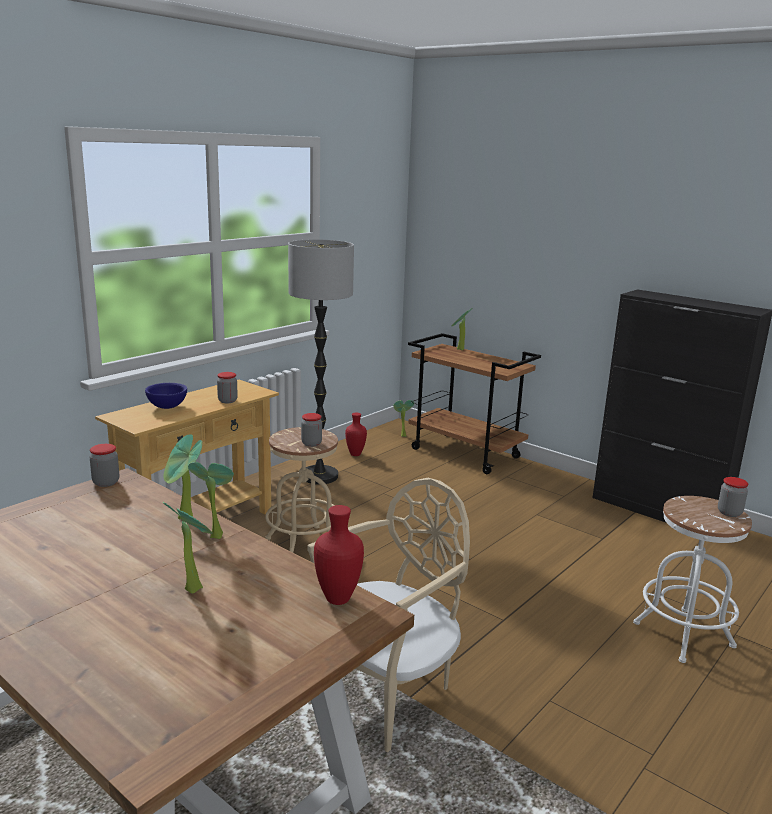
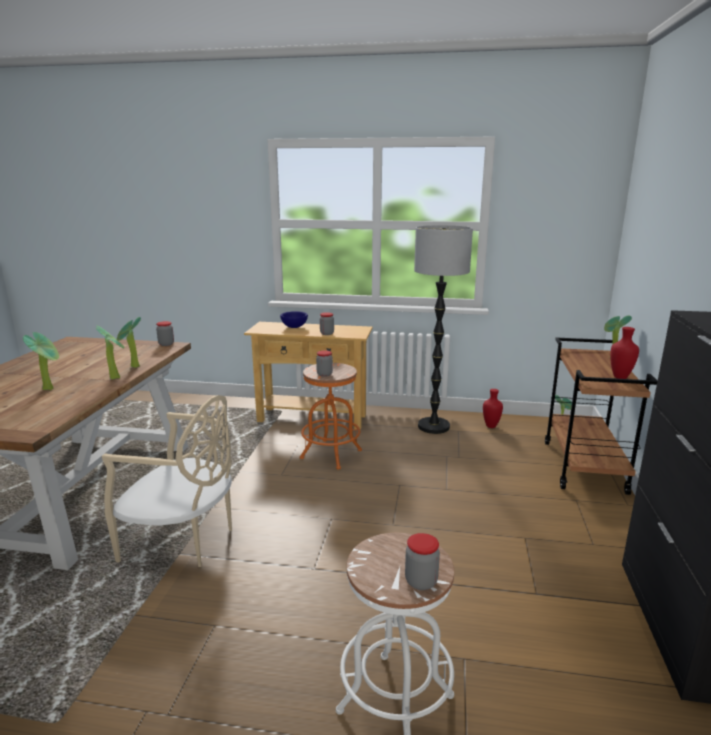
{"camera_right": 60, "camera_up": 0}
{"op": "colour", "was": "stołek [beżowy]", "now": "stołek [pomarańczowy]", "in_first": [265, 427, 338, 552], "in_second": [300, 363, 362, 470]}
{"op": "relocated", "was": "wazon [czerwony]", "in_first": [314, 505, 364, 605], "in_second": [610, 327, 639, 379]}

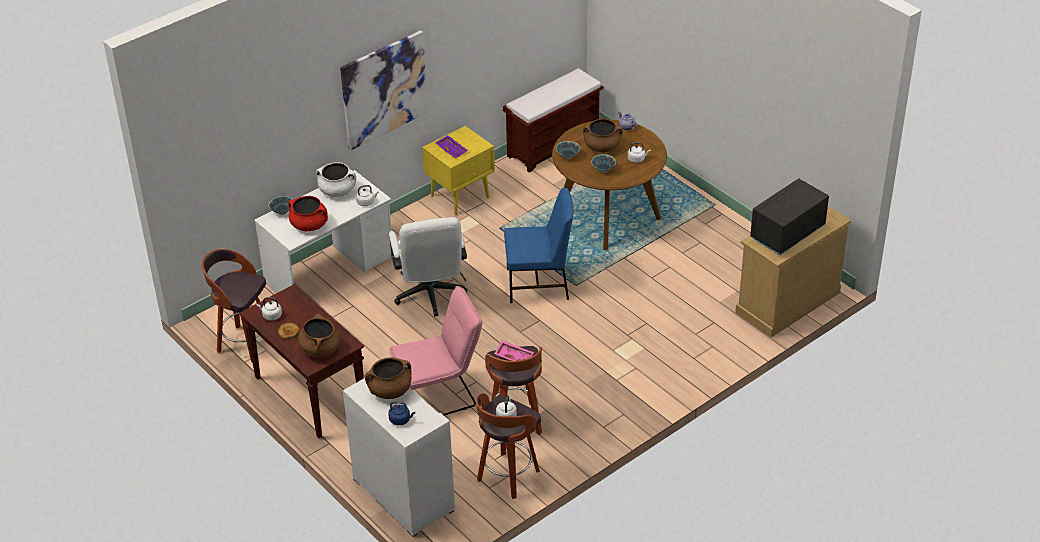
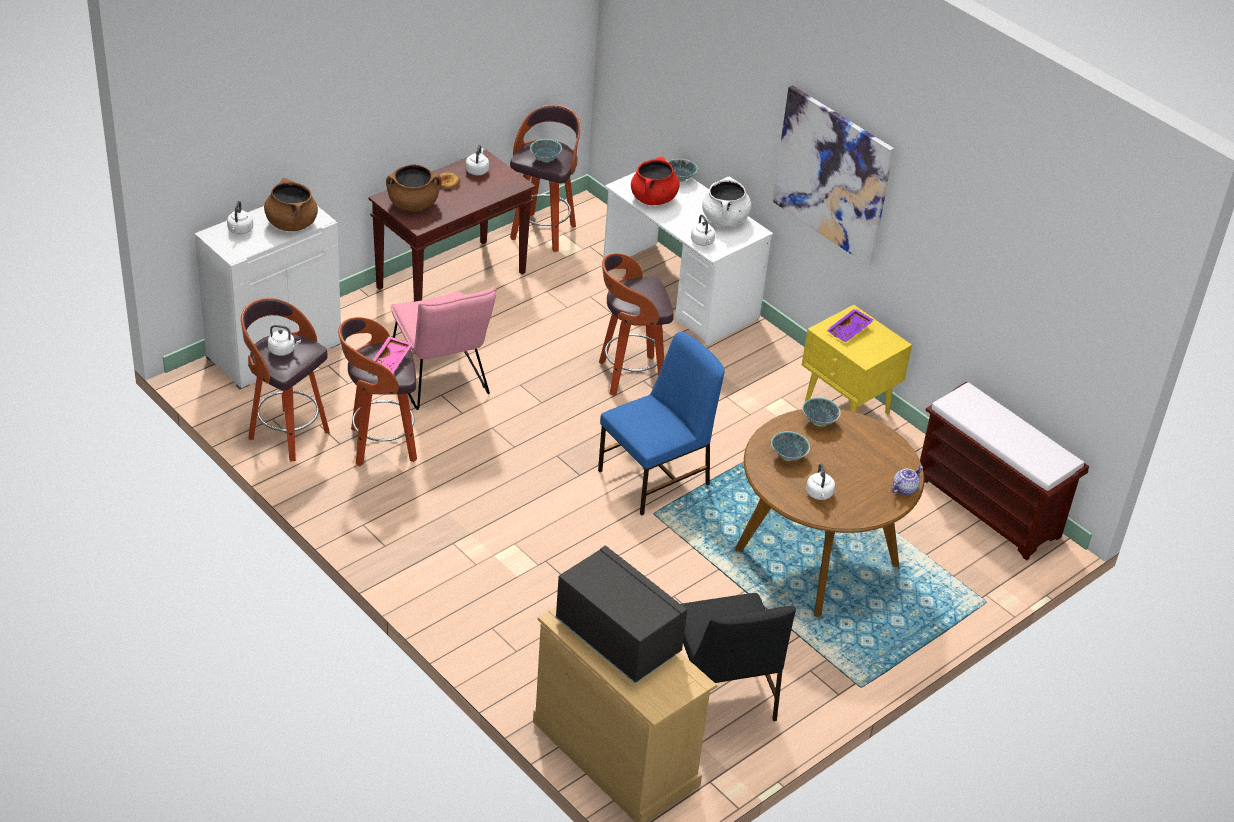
{"camera_right": 85, "camera_up": 0}
{"op": "colour", "was": "czajnik [niebieski]", "now": "czajnik [biały]", "in_first": [388, 402, 415, 425], "in_second": [227, 201, 253, 235]}
{"op": "appeared", "now": "miska", "in_second": [530, 139, 562, 163]}
{"op": "spun", "was": "krzesło [niebieski]", "in_first": [504, 188, 573, 303], "in_second": [598, 332, 724, 515], "clockwise": -120}
{"op": "exchanged", "was": "krzesło biurowe [biały]", "now": "stołek", "in_first": [389, 217, 467, 317], "in_second": [599, 253, 674, 396]}
{"op": "appeared", "now": "krzesło [czarny]", "in_second": [681, 593, 796, 721]}
{"op": "missing", "was": "garnek [brązowy]", "in_first": [583, 118, 623, 152]}

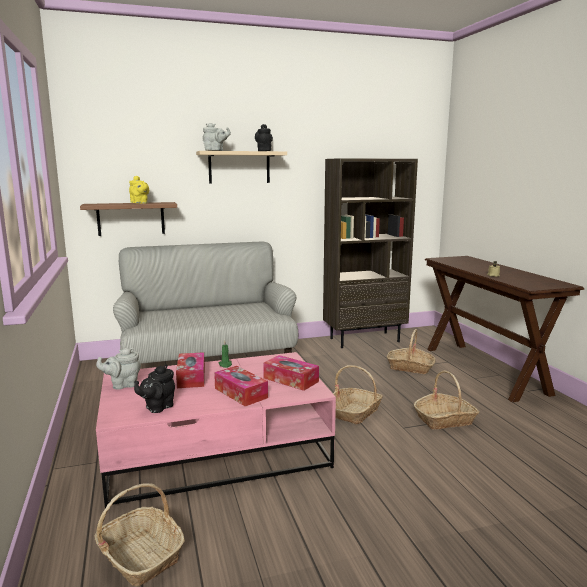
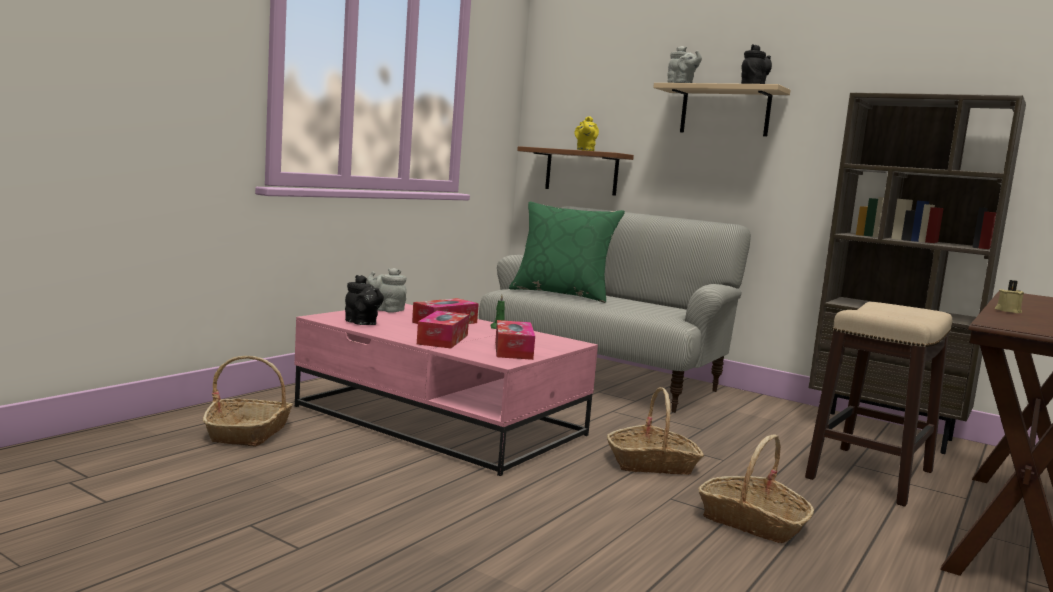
{"camera_right": 50, "camera_up": -5}
{"op": "spun", "was": "imbryk [czarny]", "in_first": [134, 364, 175, 413], "in_second": [345, 275, 384, 325], "clockwise": -135}
{"op": "appeared", "now": "poduszka [zielony]", "in_second": [509, 201, 625, 303]}
{"op": "exchanged", "was": "koszyk", "now": "stołek", "in_first": [387, 329, 435, 374], "in_second": [805, 302, 952, 507]}

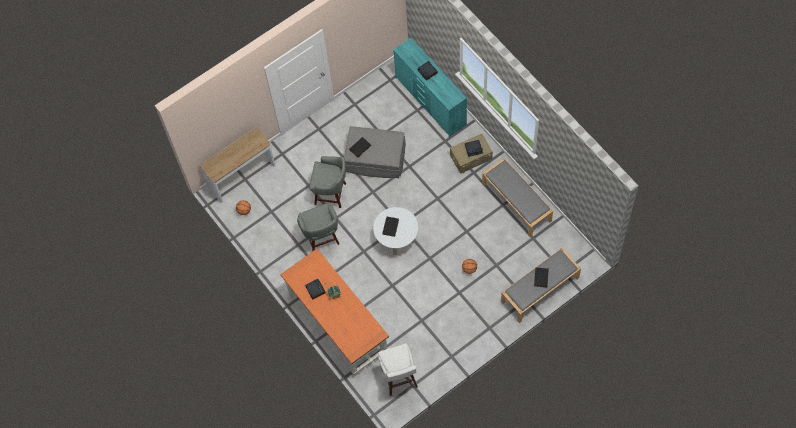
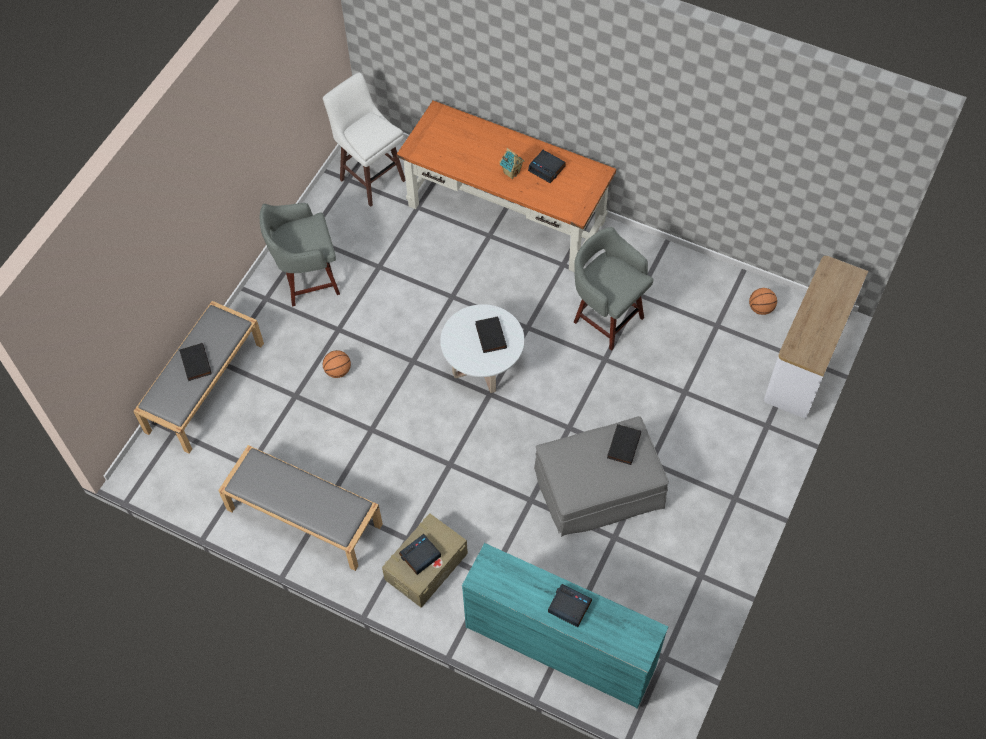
{"camera_right": 150, "camera_up": -5}
{"op": "relocated", "was": "stołek [szary]", "in_first": [309, 156, 346, 208], "in_second": [260, 203, 340, 306]}

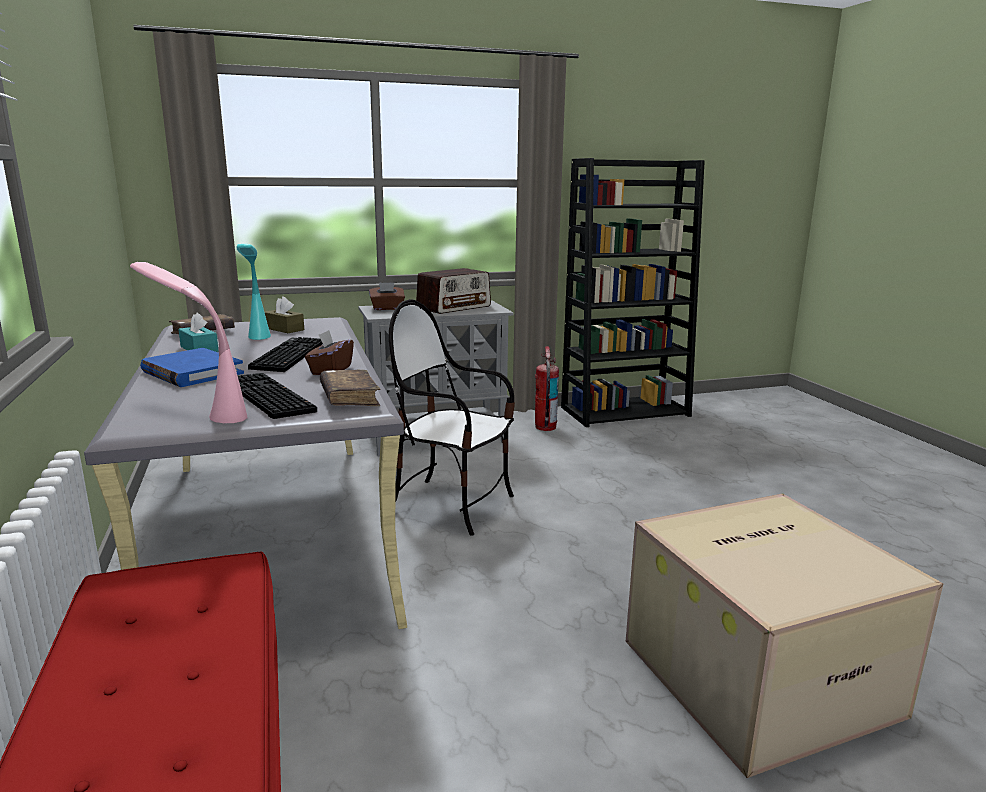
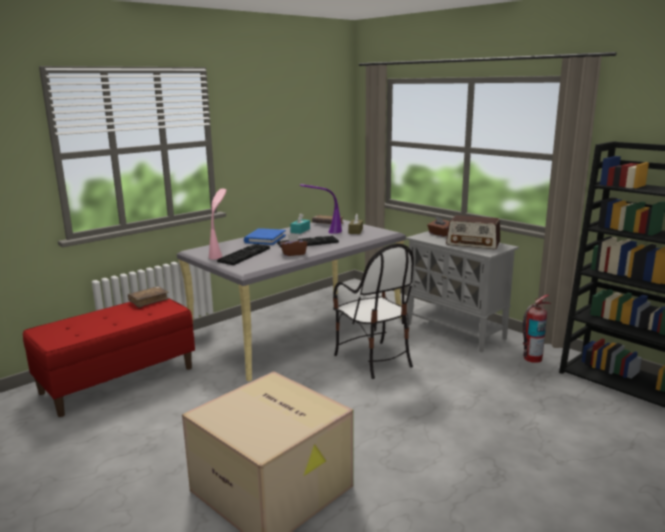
{"camera_right": 65, "camera_up": 0}
{"op": "relocated", "was": "książka [brązowy]", "in_first": [320, 370, 380, 406], "in_second": [128, 286, 169, 308]}
{"op": "colour", "was": "lampa stołowa [turkusowy]", "now": "lampa stołowa [fioletowy]", "in_first": [236, 244, 271, 340], "in_second": [300, 184, 342, 234]}
{"op": "spun", "was": "krzesło", "in_first": [389, 299, 515, 536], "in_second": [333, 244, 414, 379], "clockwise": 150}

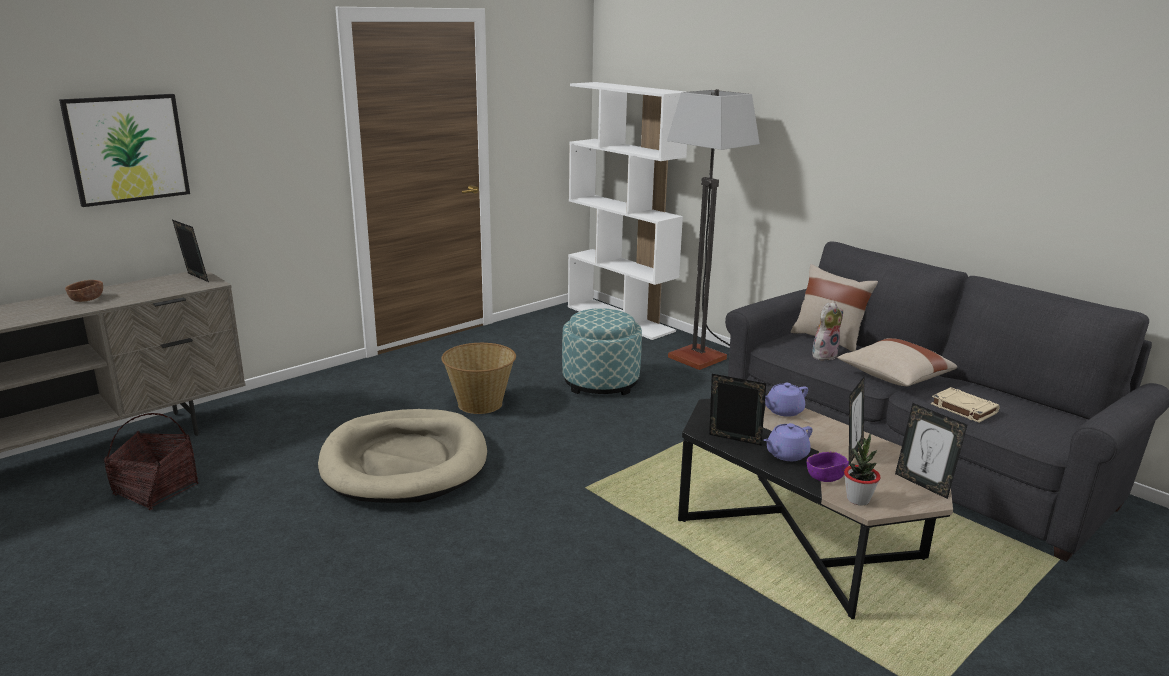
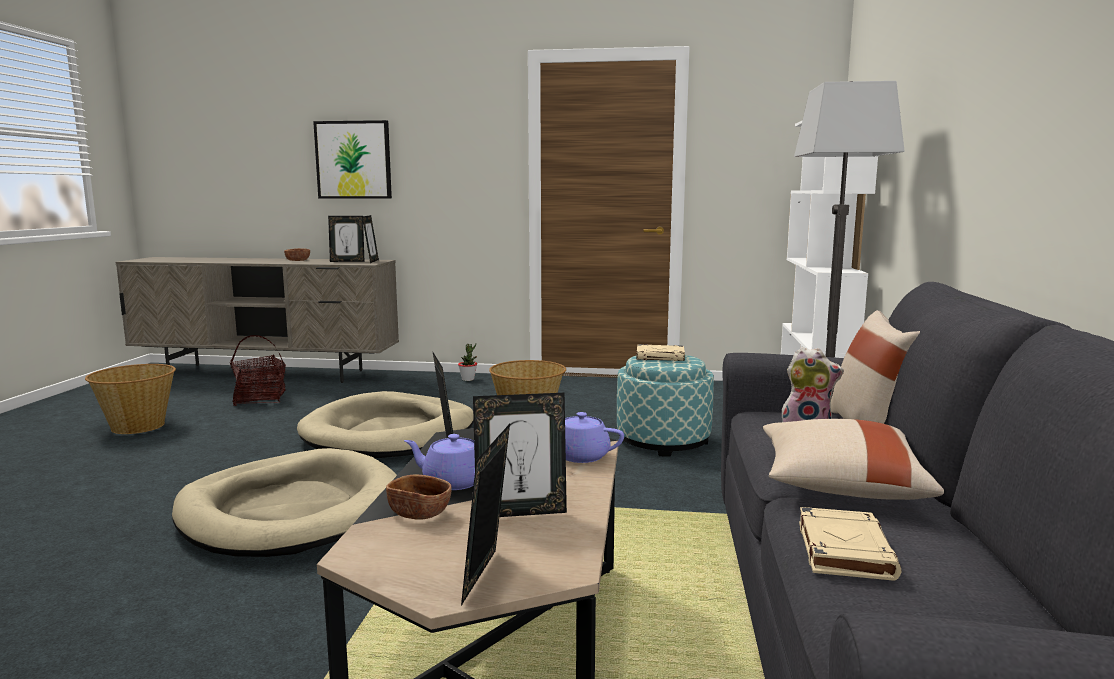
{"camera_right": 50, "camera_up": -10}
{"op": "appeared", "now": "koszyk", "in_second": [85, 364, 176, 434]}
{"op": "appeared", "now": "legowisko [beżowy]", "in_second": [172, 448, 397, 557]}
{"op": "appeared", "now": "ramka na zdjęcie", "in_second": [328, 216, 364, 262]}
{"op": "colour", "was": "miska [fioletowy]", "now": "miska [brązowy]", "in_first": [807, 452, 849, 482], "in_second": [386, 475, 452, 520]}
{"op": "relocated", "was": "roślina doniczkowa", "in_first": [844, 434, 881, 505], "in_second": [458, 344, 477, 381]}
{"op": "appeared", "now": "książka [beżowy]", "in_second": [637, 344, 685, 361]}

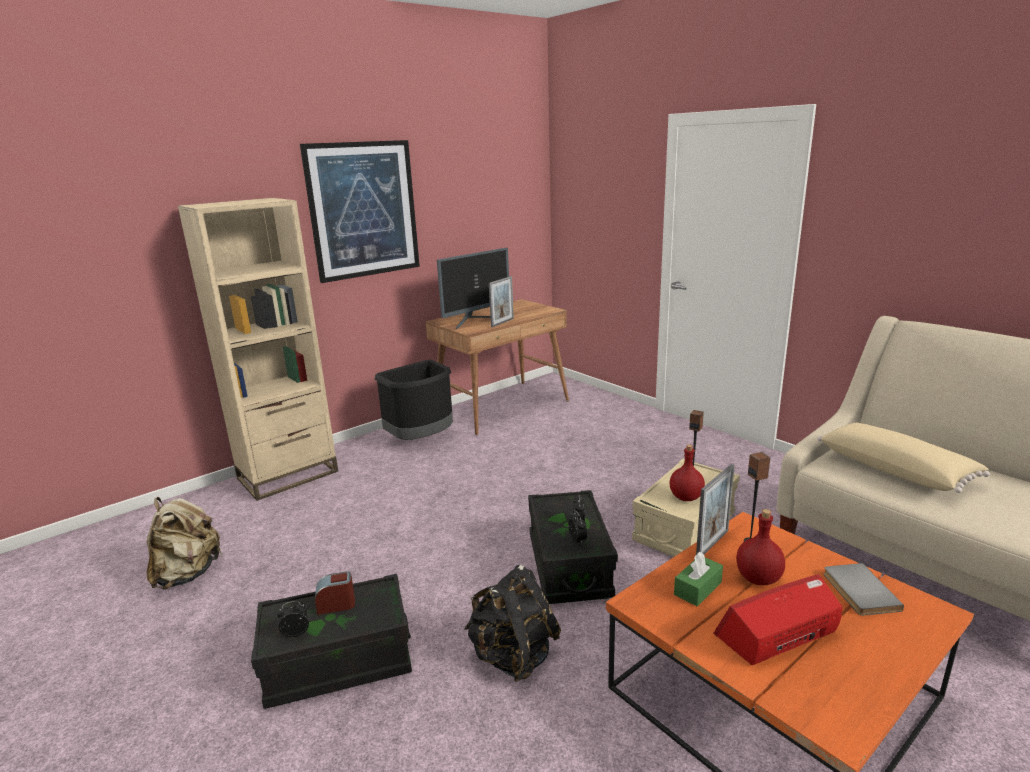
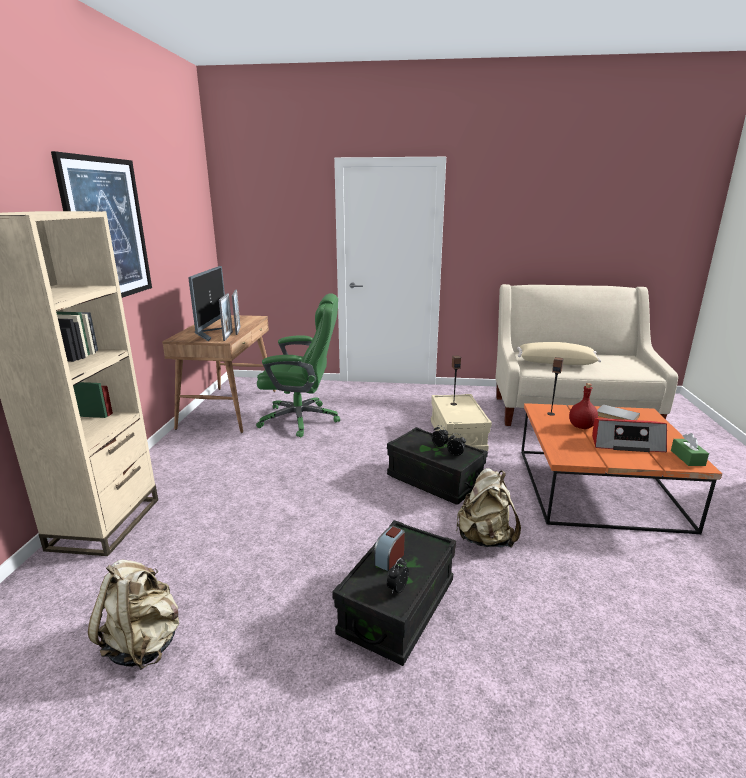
{"camera_right": -45, "camera_up": 0}
{"op": "relocated", "was": "ramka na zdjęcie", "in_first": [696, 464, 735, 555], "in_second": [219, 293, 233, 341]}
{"op": "appeared", "now": "krzesło biurowe [zielony]", "in_second": [256, 293, 340, 438]}
{"op": "colour", "was": "plecak [czarny]", "now": "plecak [beżowy]", "in_first": [465, 565, 561, 682], "in_second": [456, 468, 521, 547]}
{"op": "spun", "was": "radio", "in_first": [713, 574, 843, 665], "in_second": [592, 418, 667, 452], "clockwise": -105}
{"op": "relocated", "was": "pudełko chusteczek [zielony]", "in_first": [674, 552, 723, 606], "in_second": [671, 433, 709, 466]}
{"op": "missing", "was": "kosz na śmieci [czarny]", "in_first": [374, 360, 453, 440]}
{"op": "missing", "was": "butelka [czerwony]", "in_first": [670, 444, 705, 501]}

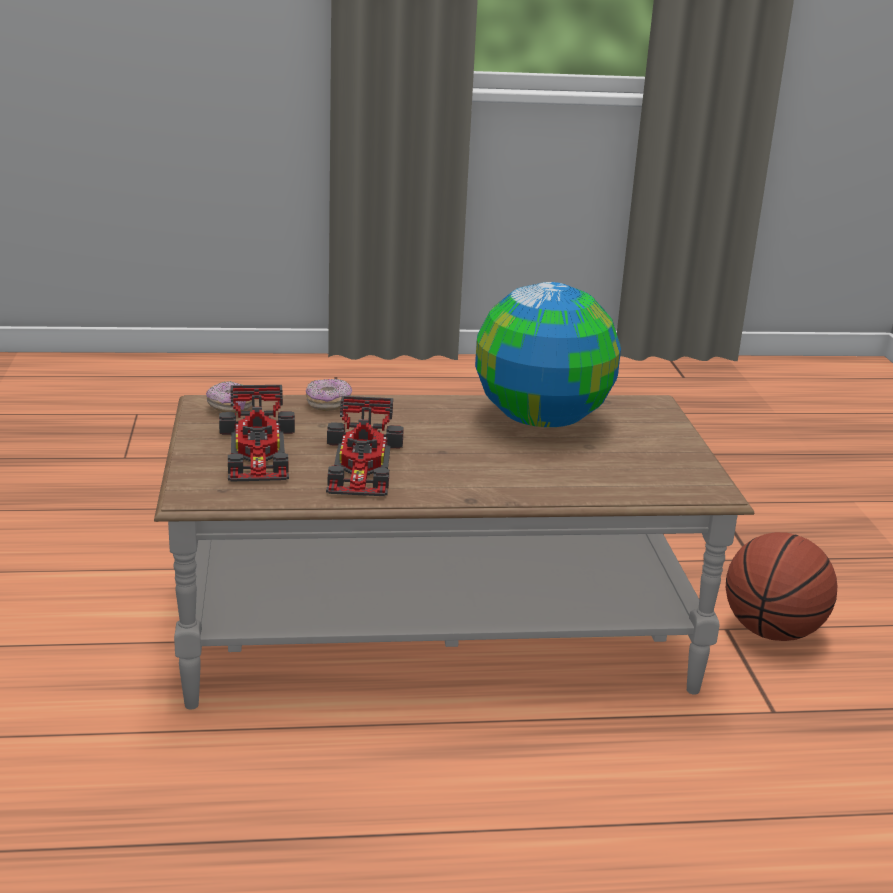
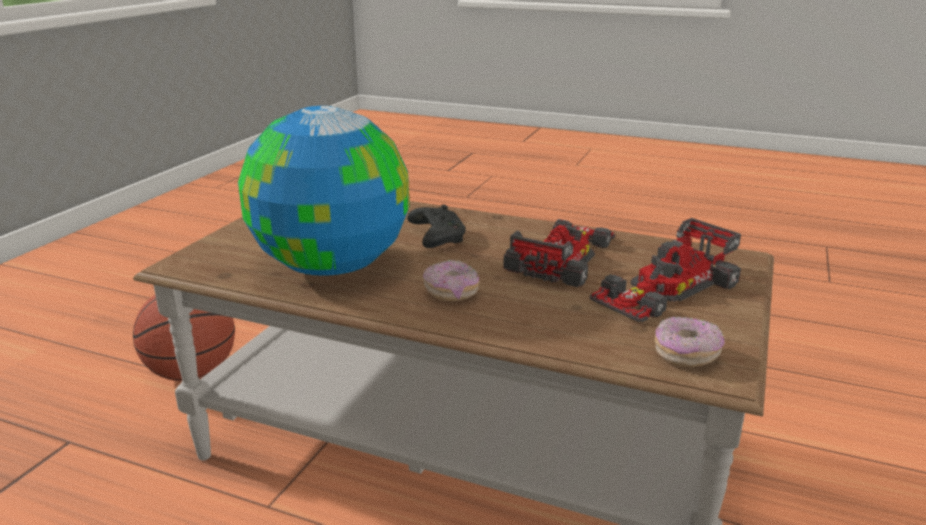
{"camera_right": -150, "camera_up": 0}
{"op": "appeared", "now": "pad do gier [czarny]", "in_second": [407, 205, 466, 248]}
{"op": "relocated", "was": "donut", "in_first": [306, 379, 352, 411], "in_second": [423, 260, 480, 301]}
{"op": "spun", "was": "samochodzik", "in_first": [219, 385, 295, 482], "in_second": [590, 218, 741, 322], "clockwise": -150}

